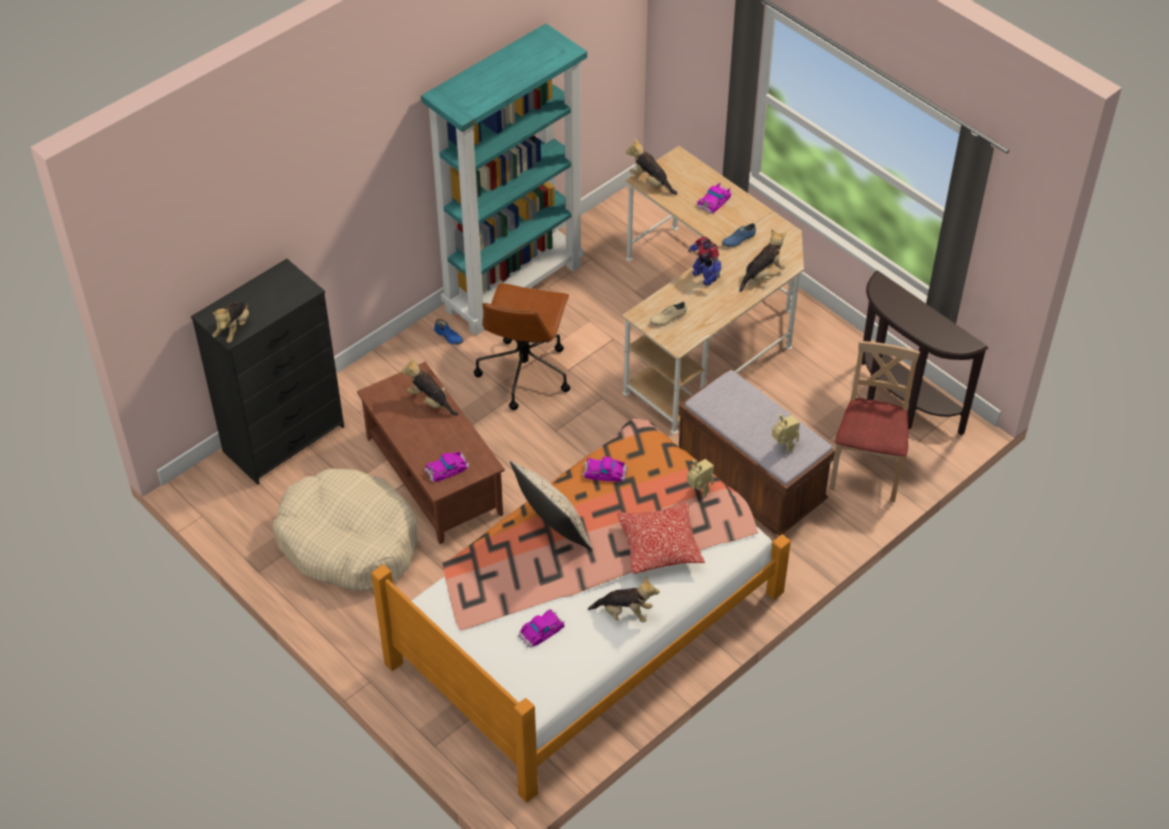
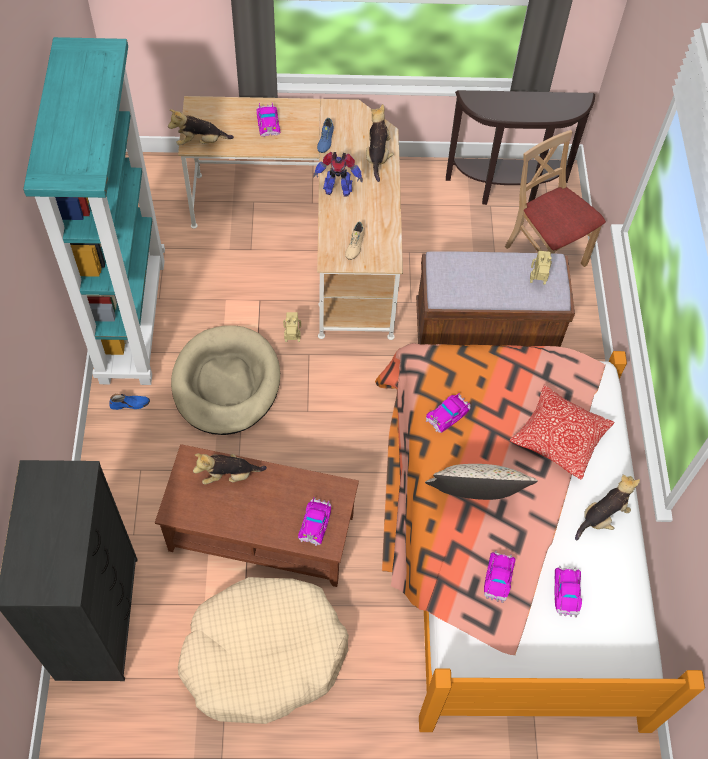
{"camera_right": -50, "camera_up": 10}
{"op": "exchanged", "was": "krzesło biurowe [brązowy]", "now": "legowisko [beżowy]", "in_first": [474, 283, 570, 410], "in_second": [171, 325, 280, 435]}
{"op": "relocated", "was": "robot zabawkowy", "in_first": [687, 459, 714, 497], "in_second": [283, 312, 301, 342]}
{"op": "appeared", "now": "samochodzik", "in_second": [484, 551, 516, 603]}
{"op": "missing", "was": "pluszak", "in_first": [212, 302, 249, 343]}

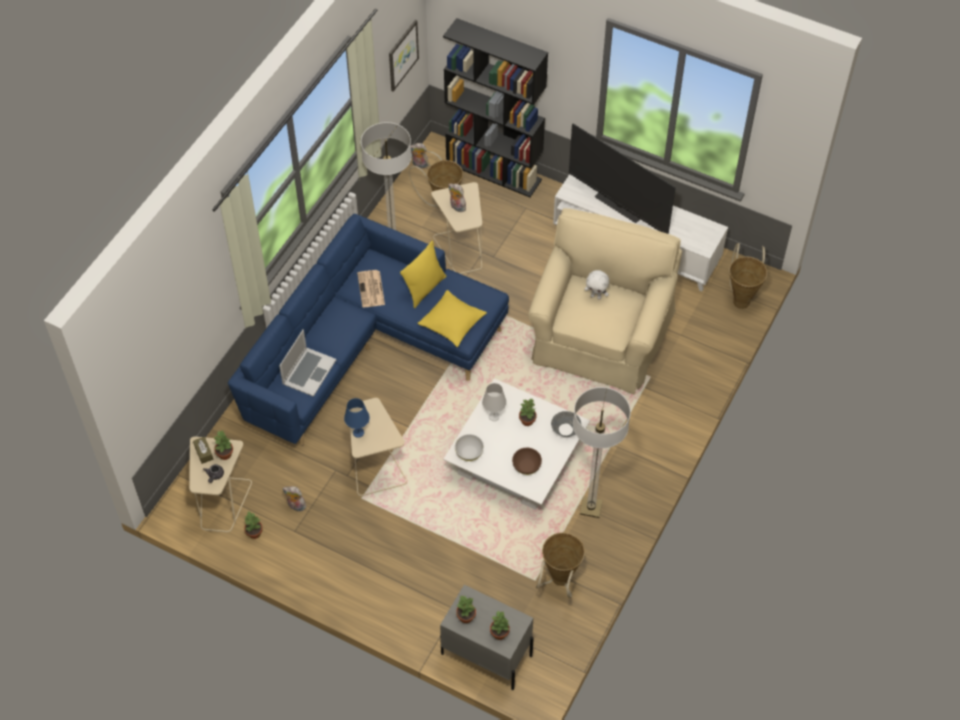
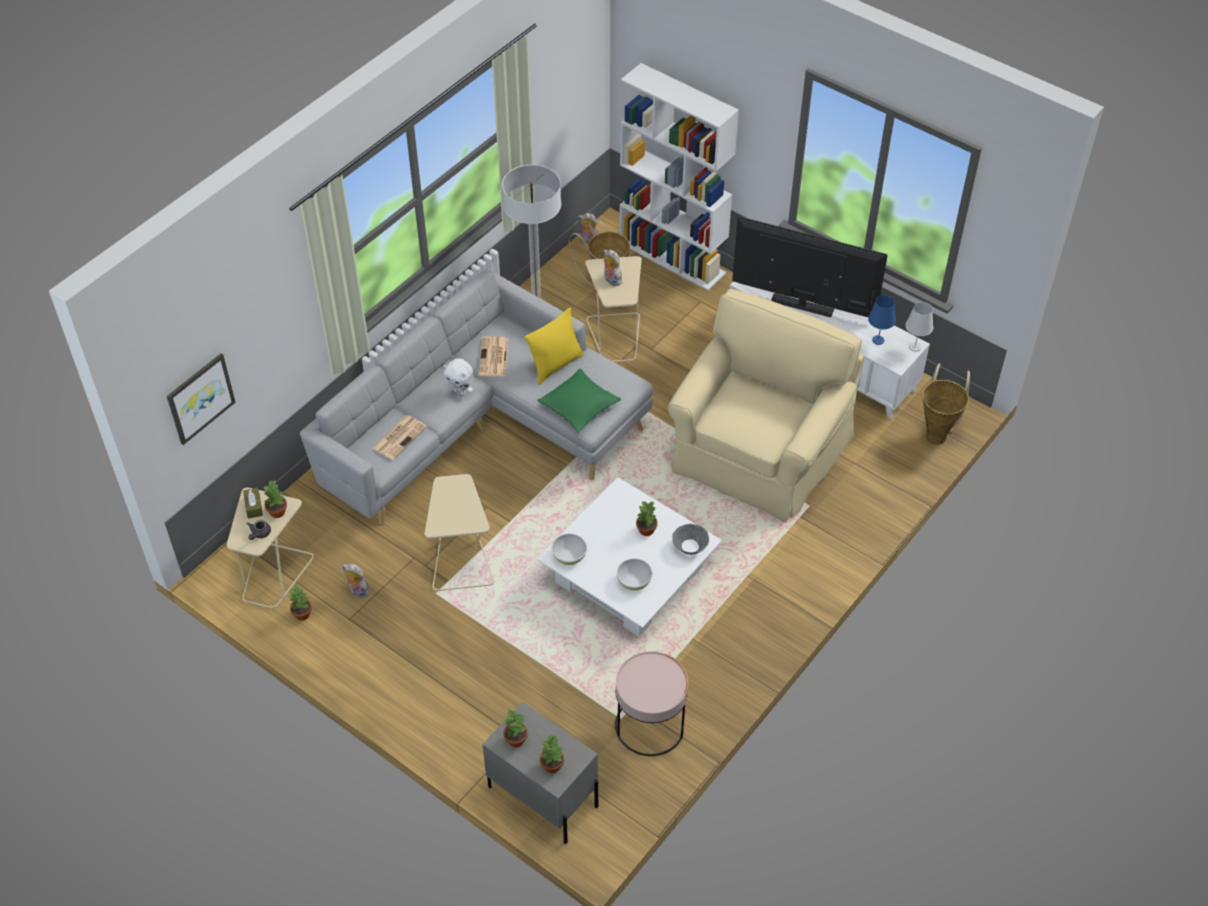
{"camera_right": 10, "camera_up": -5}
{"op": "relocated", "was": "obraz", "in_first": [389, 20, 419, 92], "in_second": [167, 353, 236, 445]}
{"op": "colour", "was": "kanapa [niebieski]", "now": "kanapa [szary]", "in_first": [228, 214, 509, 446], "in_second": [300, 270, 653, 525]}
{"op": "exchanged", "was": "laptop", "now": "gazeta", "in_first": [279, 329, 336, 397], "in_second": [372, 415, 427, 460]}
{"op": "relocated", "was": "pluszak [biały]", "in_first": [584, 270, 609, 299], "in_second": [444, 358, 473, 395]}
{"op": "colour", "was": "poduszka [żółty]", "now": "poduszka [zielony]", "in_first": [417, 290, 487, 347], "in_second": [537, 369, 621, 432]}
{"op": "exchanged", "was": "koszyk", "now": "stolik [różowy]", "in_first": [536, 532, 585, 598], "in_second": [615, 651, 688, 756]}
{"op": "colour", "was": "miska [brązowy]", "now": "miska [biały]", "in_first": [512, 448, 542, 475], "in_second": [617, 558, 652, 590]}
{"op": "colour", "was": "regał [czarny]", "now": "regał [biały]", "in_first": [443, 18, 548, 197], "in_second": [619, 63, 739, 291]}
{"op": "spun", "was": "telewizor", "in_first": [569, 124, 676, 234], "in_second": [732, 216, 888, 317], "clockwise": 150}
{"op": "relocated", "was": "lampa stołowa [niebieski]", "in_first": [344, 398, 370, 438], "in_second": [868, 295, 896, 345]}
{"op": "relocated", "was": "lampa stołowa [biały]", "in_first": [482, 383, 507, 421], "in_second": [906, 302, 933, 352]}
{"op": "missing", "was": "lampa stojąca", "in_first": [573, 387, 631, 518]}

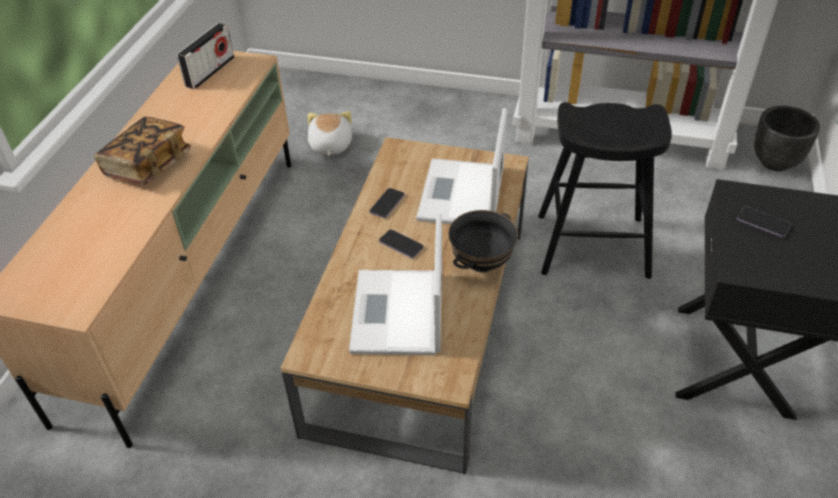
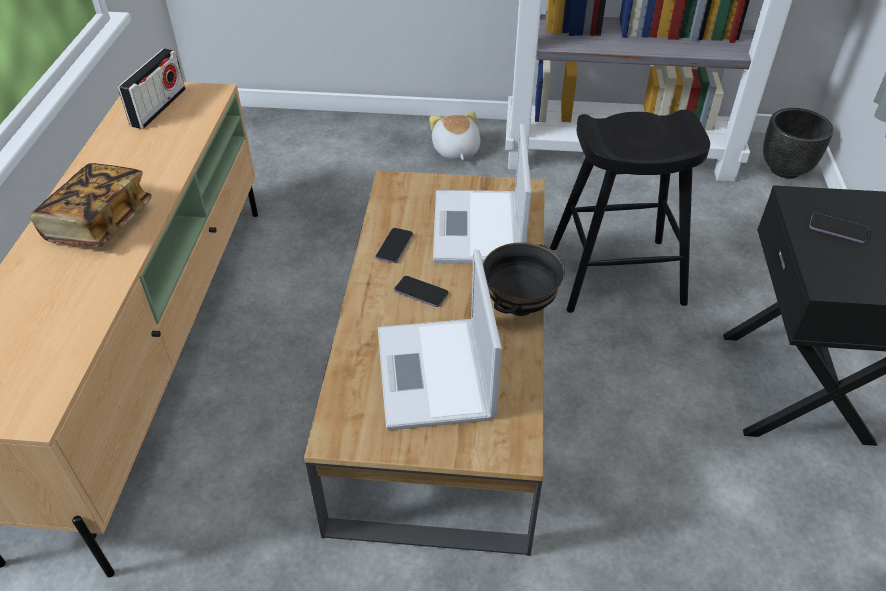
{"camera_right": -10, "camera_up": 0}
{"op": "relocated", "was": "pluszak", "in_first": [308, 111, 352, 156], "in_second": [429, 112, 481, 160]}

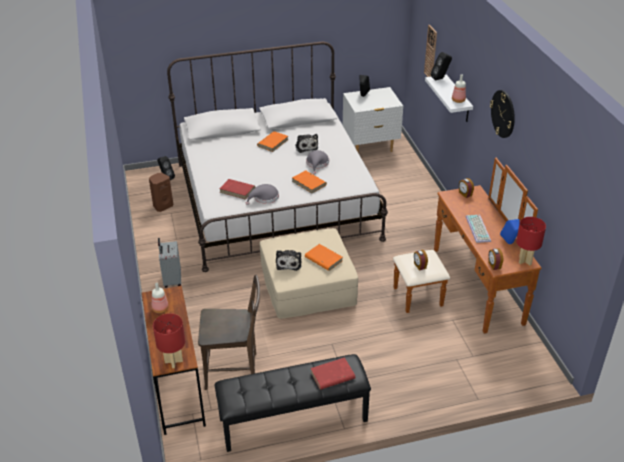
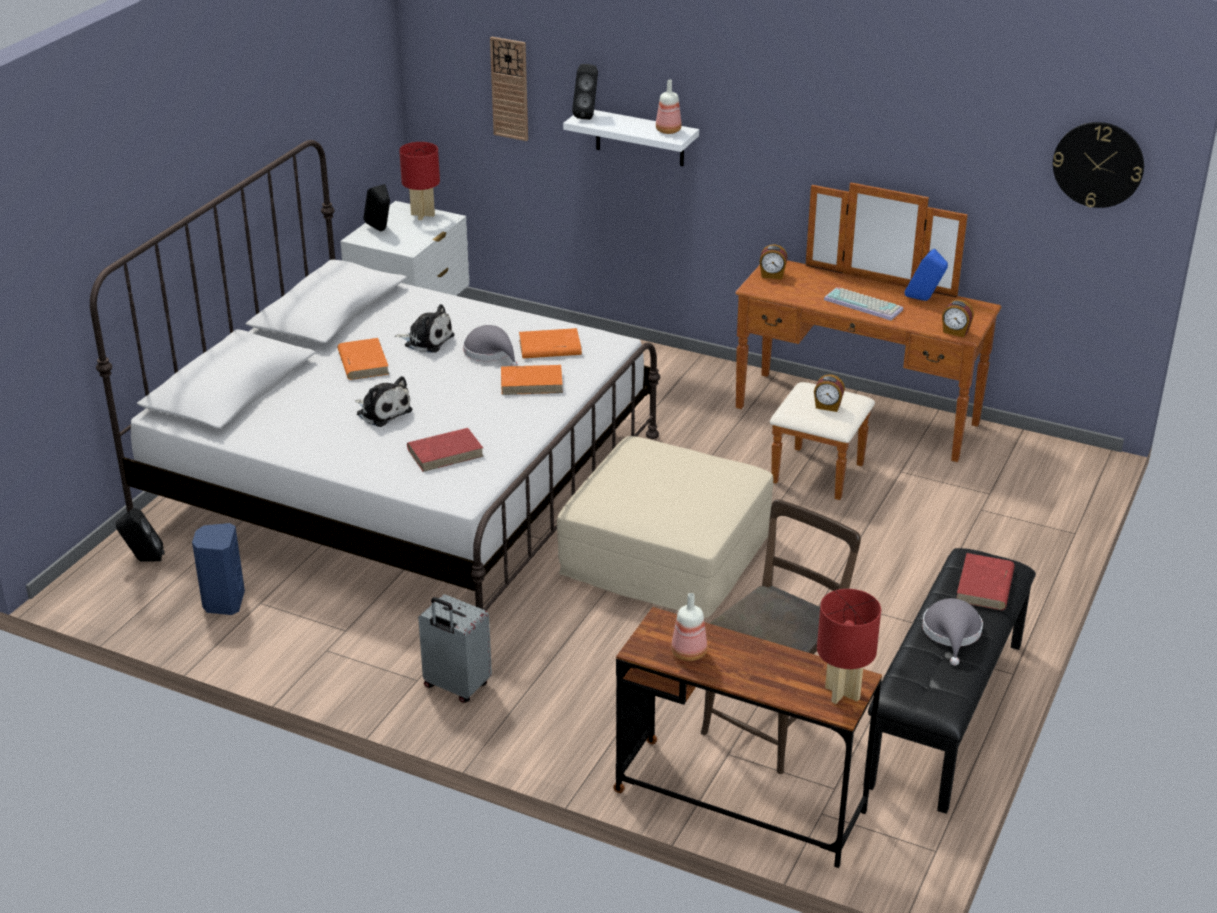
{"camera_right": -50, "camera_up": -5}
{"op": "colour", "was": "głośnik [brązowy]", "now": "głośnik [niebieski]", "in_first": [149, 173, 173, 212], "in_second": [192, 523, 245, 615]}
{"op": "relocated", "was": "pluszak", "in_first": [276, 250, 301, 271], "in_second": [355, 376, 412, 427]}
{"op": "relocated", "was": "lampa stołowa [czerwony]", "in_first": [516, 217, 546, 266], "in_second": [399, 142, 440, 220]}
{"op": "relocated", "was": "książka [pomarańczowy]", "in_first": [305, 244, 343, 271], "in_second": [519, 328, 582, 358]}
{"op": "relocated", "was": "kapelusz [szary]", "in_first": [246, 184, 279, 205], "in_second": [922, 598, 983, 666]}
{"op": "relocated", "was": "zegar ścienny", "in_first": [490, 90, 515, 138], "in_second": [1053, 122, 1144, 208]}

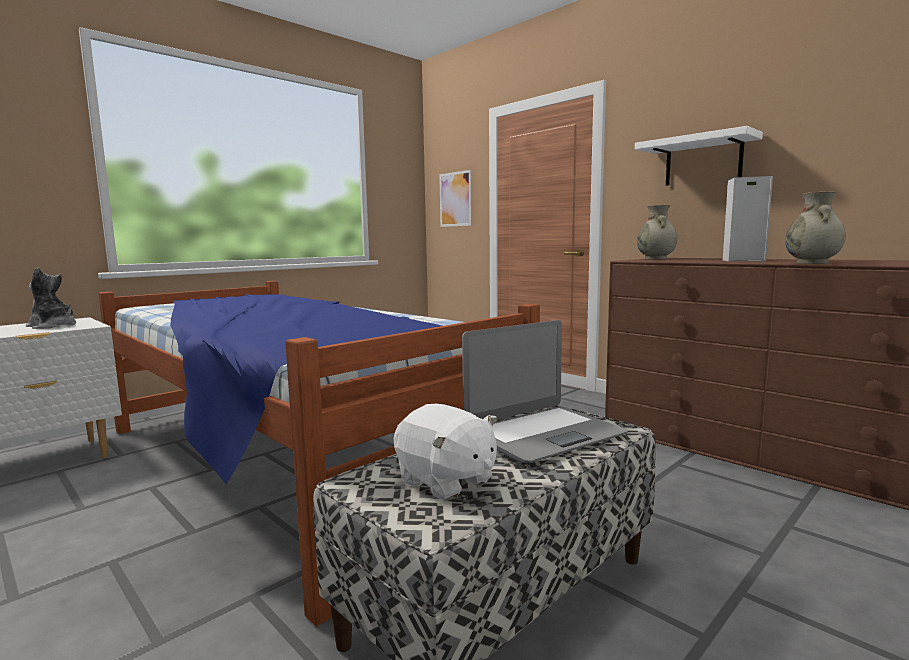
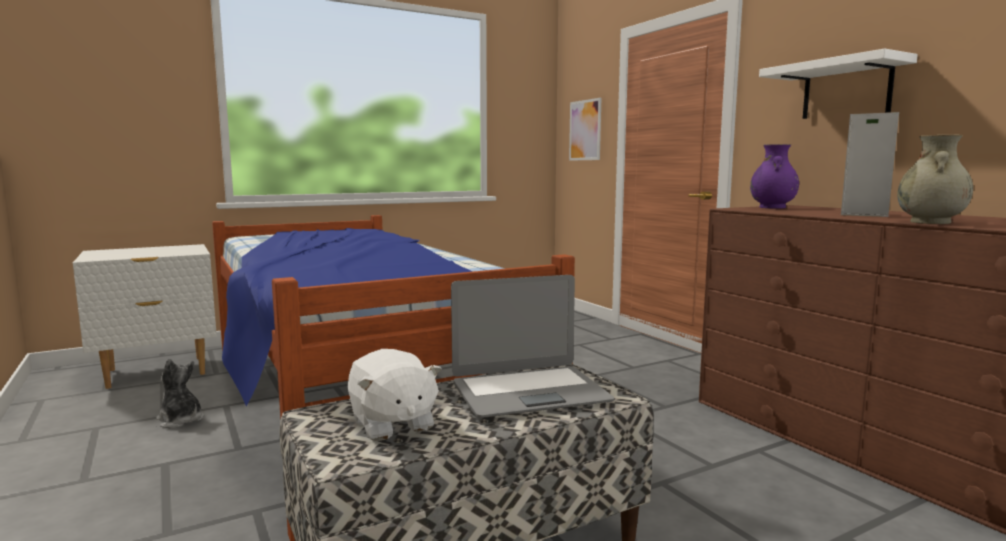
{"camera_right": 15, "camera_up": 0}
{"op": "relocated", "was": "pluszak", "in_first": [26, 267, 76, 329], "in_second": [156, 359, 204, 428]}
{"op": "colour", "was": "wazon [beżowy]", "now": "wazon [fioletowy]", "in_first": [637, 205, 678, 260], "in_second": [750, 144, 799, 209]}

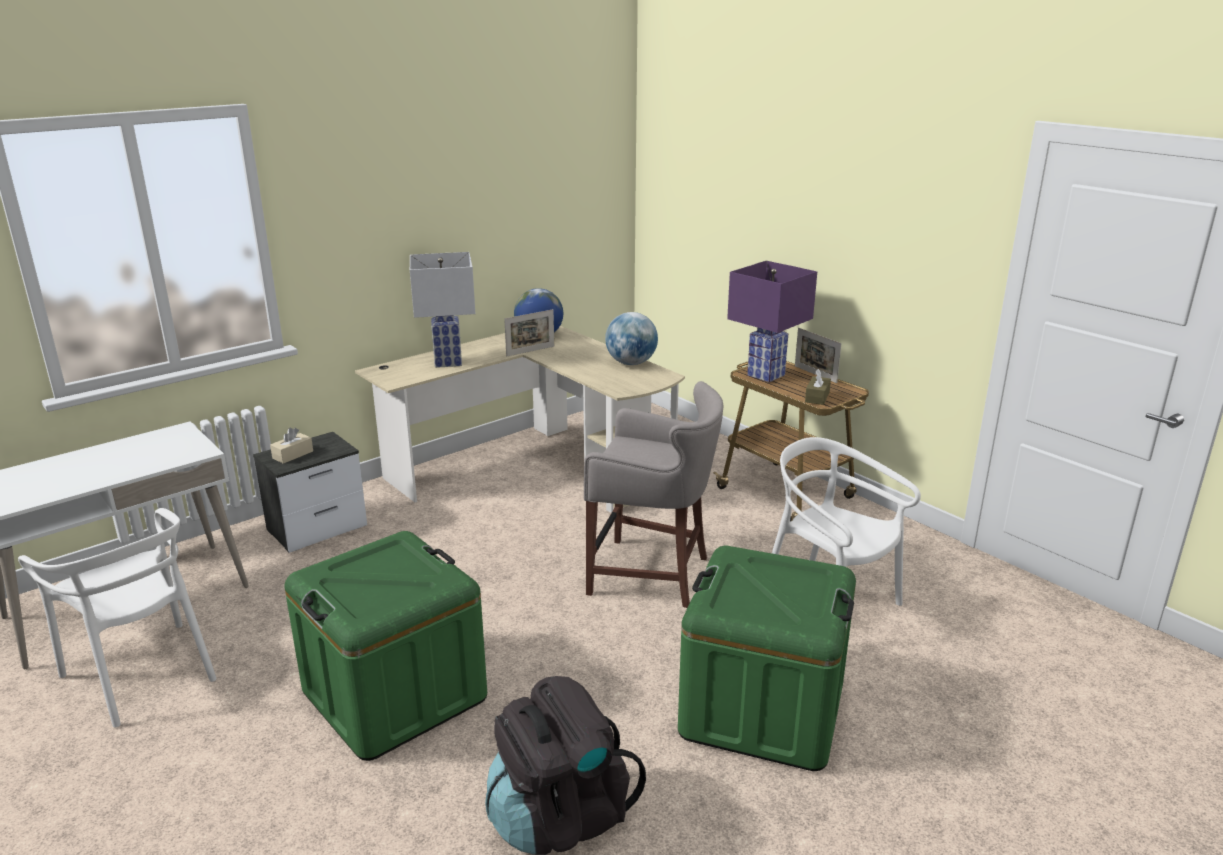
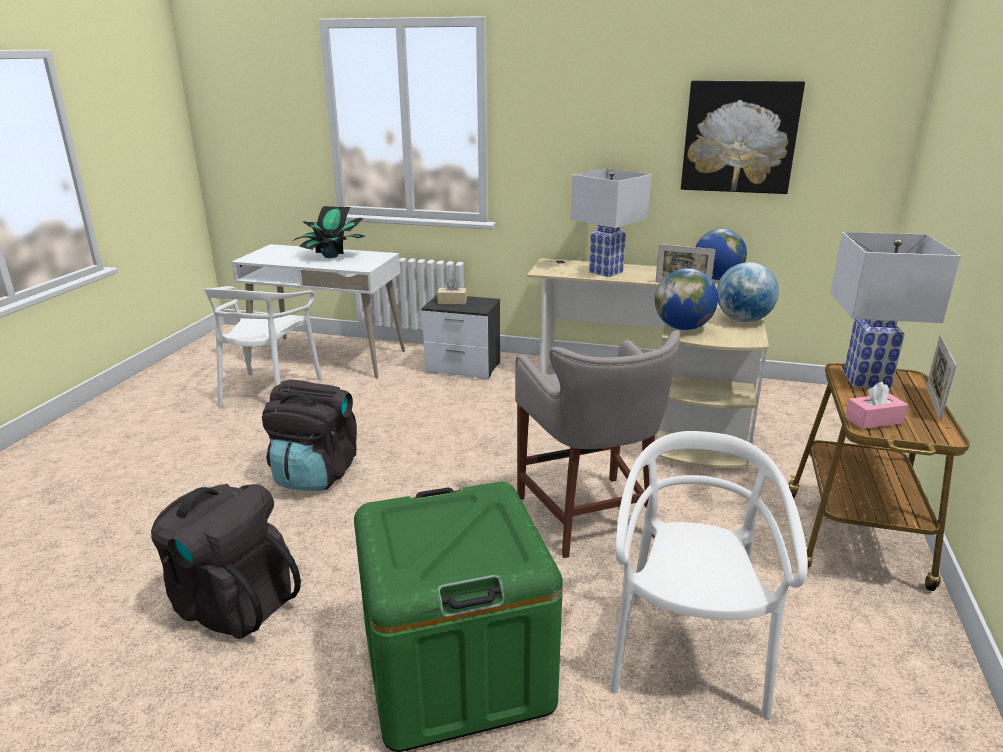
{"camera_right": 55, "camera_up": 0}
{"op": "exchanged", "was": "pojemnik do przechowywania [zielony]", "now": "plecak [czarny]", "in_first": [285, 531, 487, 761], "in_second": [262, 380, 357, 491]}
{"op": "appeared", "now": "roślina doniczkowa", "in_second": [293, 206, 365, 258]}
{"op": "appeared", "now": "globus", "in_second": [655, 268, 718, 330]}
{"op": "appeared", "now": "obraz", "in_second": [681, 81, 805, 194]}
{"op": "colour", "was": "lampa stołowa [fioletowy]", "now": "lampa stołowa [biały]", "in_first": [727, 261, 817, 382], "in_second": [830, 232, 961, 389]}
{"op": "colour", "was": "pudełko chusteczek [brązowy]", "now": "pudełko chusteczek [różowy]", "in_first": [805, 369, 831, 405], "in_second": [845, 382, 908, 429]}

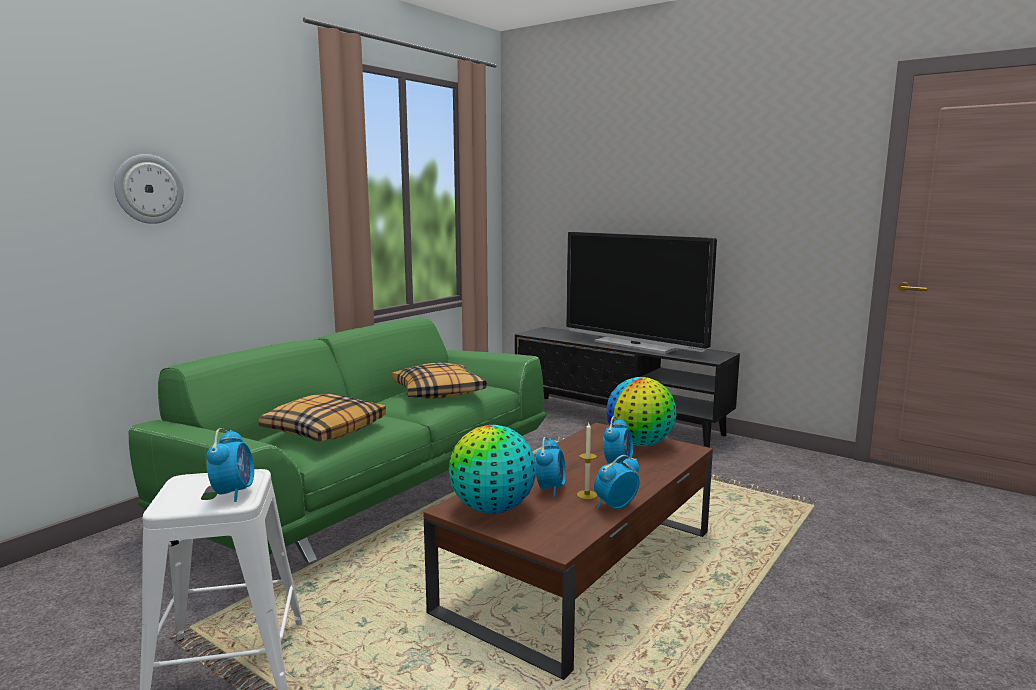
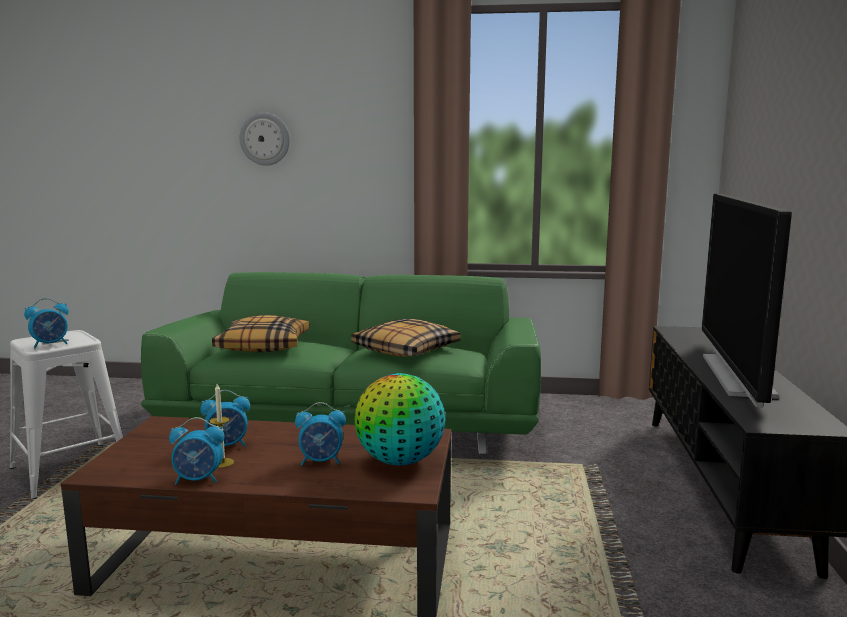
{"camera_right": 60, "camera_up": 0}
{"op": "spun", "was": "budzik", "in_first": [594, 455, 640, 509], "in_second": [169, 417, 225, 485], "clockwise": 150}
{"op": "missing", "was": "globus", "in_first": [449, 425, 536, 514]}

